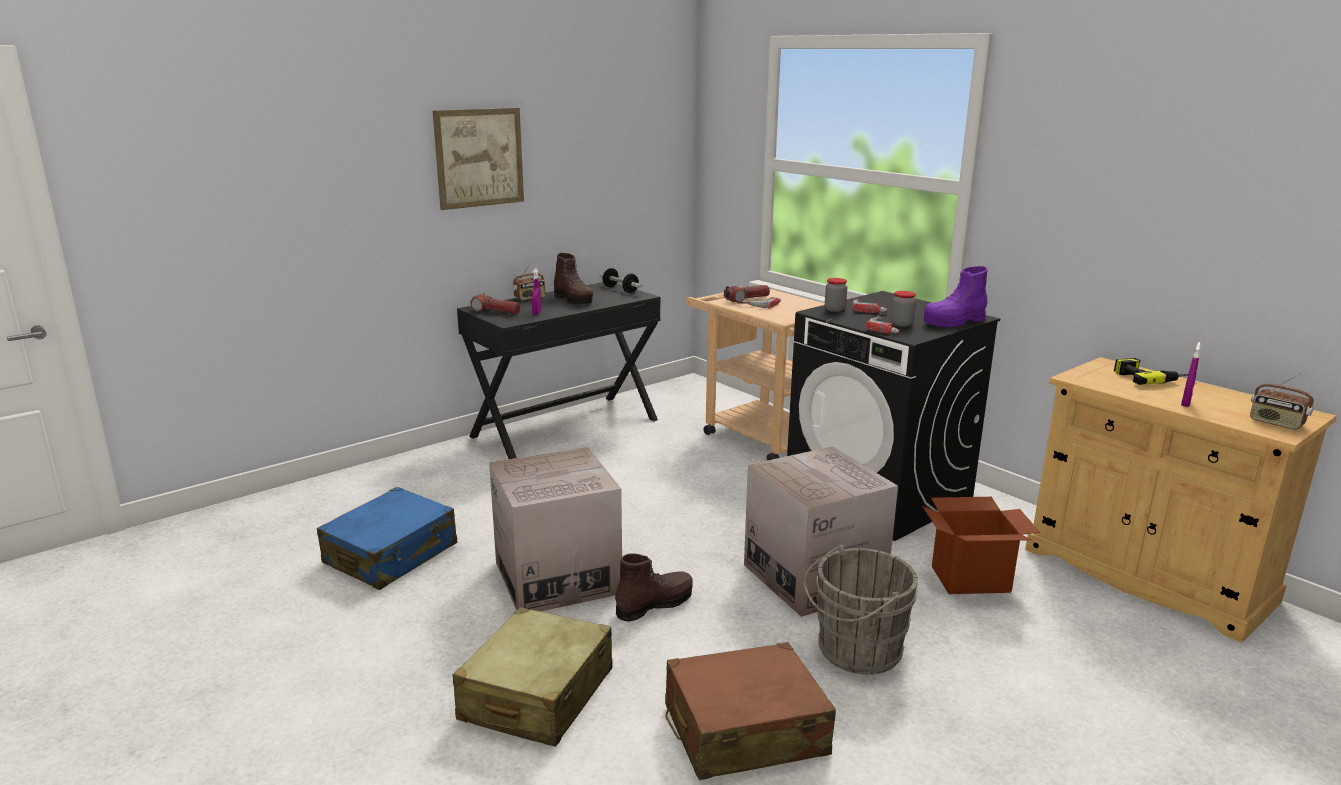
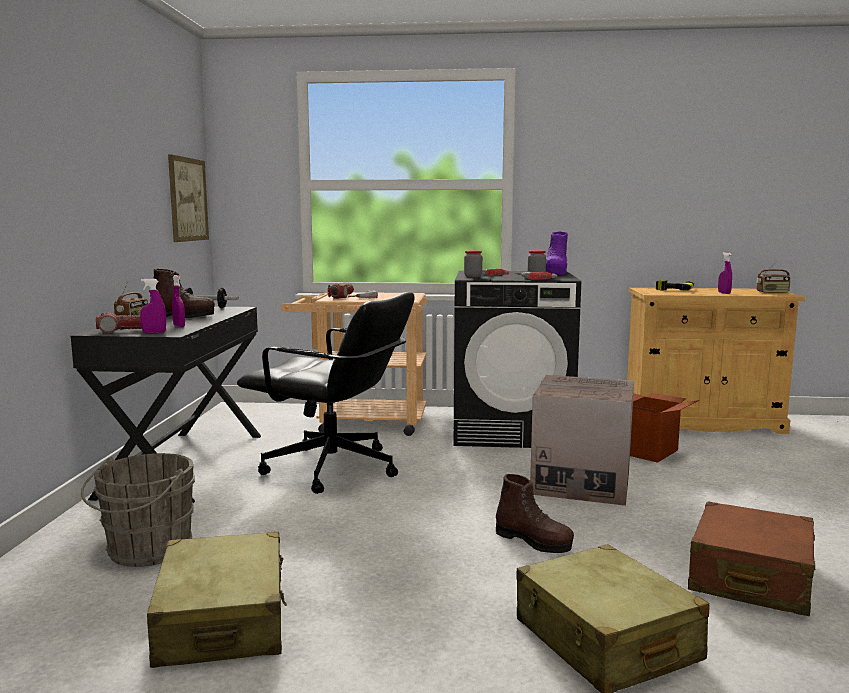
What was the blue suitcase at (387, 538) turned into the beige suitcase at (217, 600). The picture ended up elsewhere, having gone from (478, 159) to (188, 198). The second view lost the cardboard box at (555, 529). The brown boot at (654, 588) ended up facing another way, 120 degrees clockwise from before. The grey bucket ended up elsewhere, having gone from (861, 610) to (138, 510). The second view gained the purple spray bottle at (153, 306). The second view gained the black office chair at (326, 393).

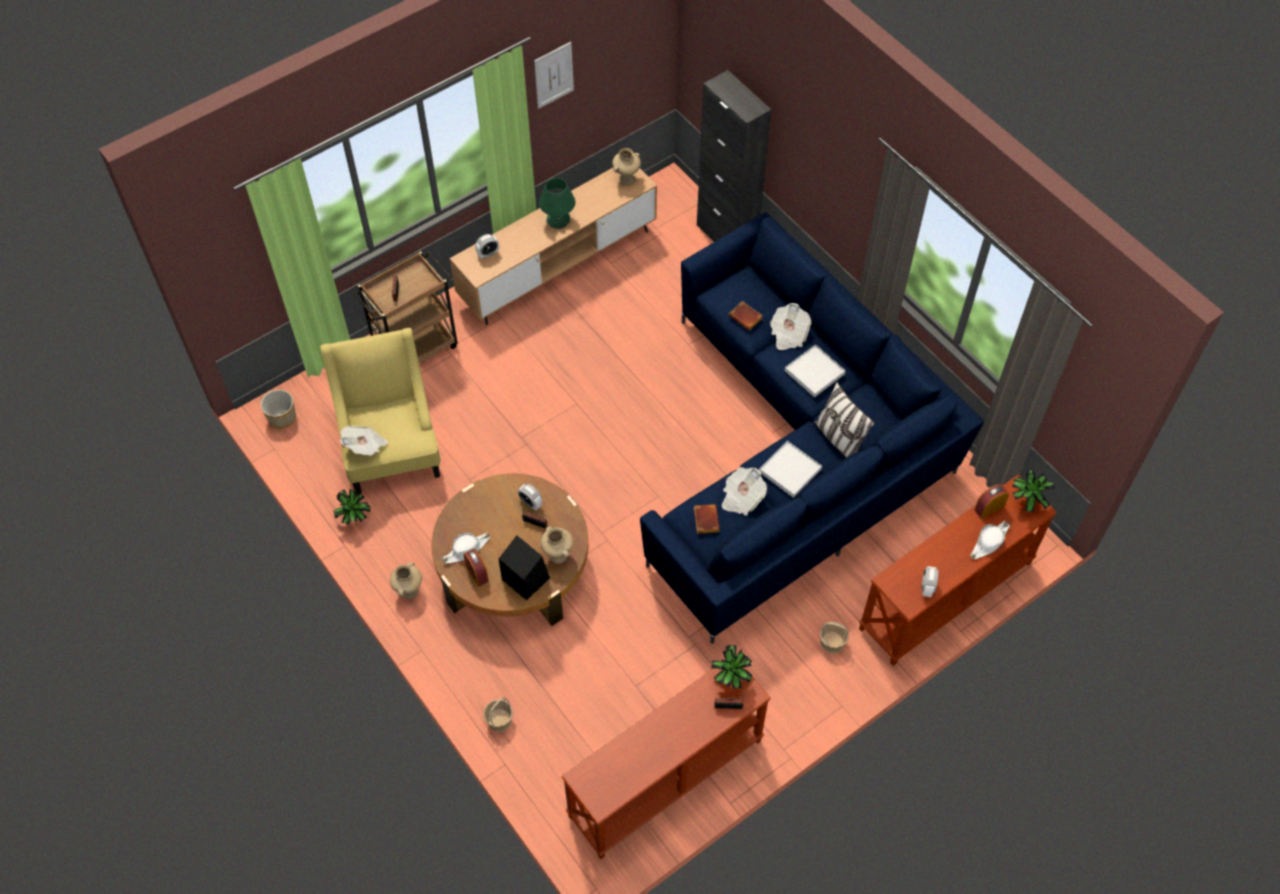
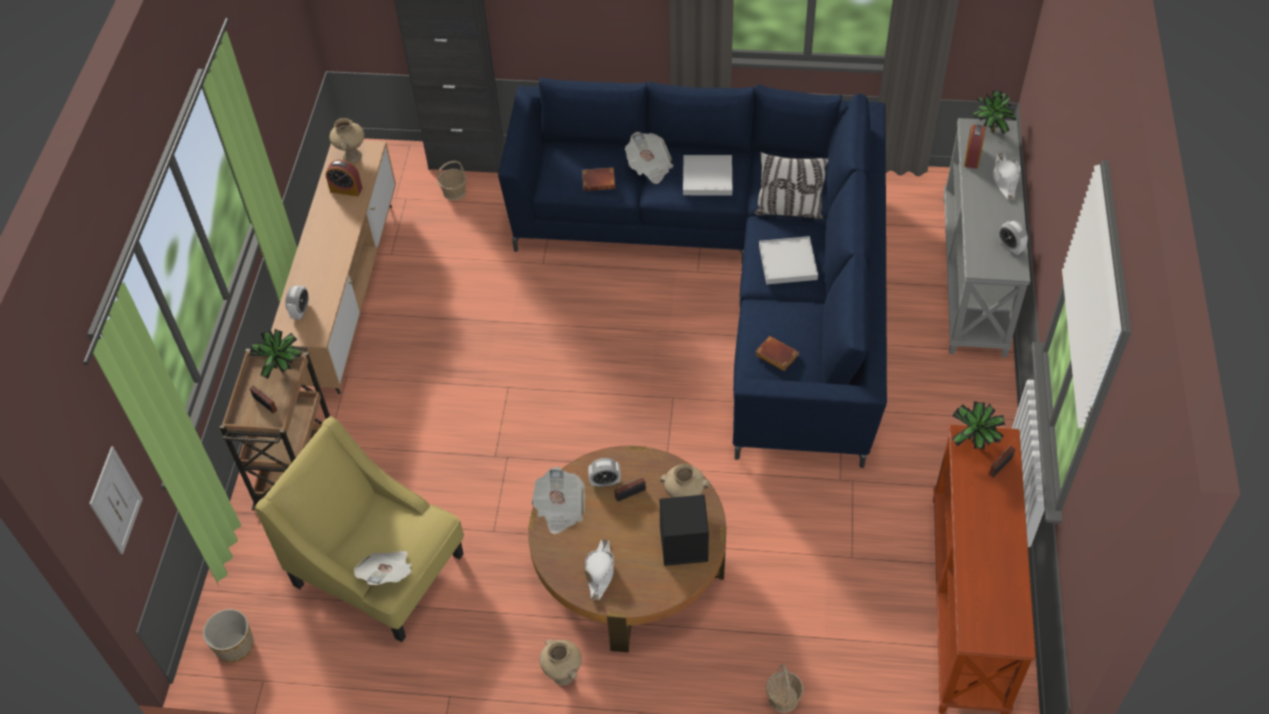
The potted plant ended up elsewhere, having gone from (351, 507) to (276, 354). The alarm clock ended up elsewhere, having gone from (476, 568) to (344, 178). The picture ended up elsewhere, having gone from (554, 75) to (116, 500). The second view lost the green table lamp at (557, 203). The newspaper ended up elsewhere, having gone from (744, 491) to (558, 500). The basket ended up elsewhere, having gone from (834, 638) to (452, 181). What was the brown console table at (958, 570) turned into the grey console table at (987, 237).

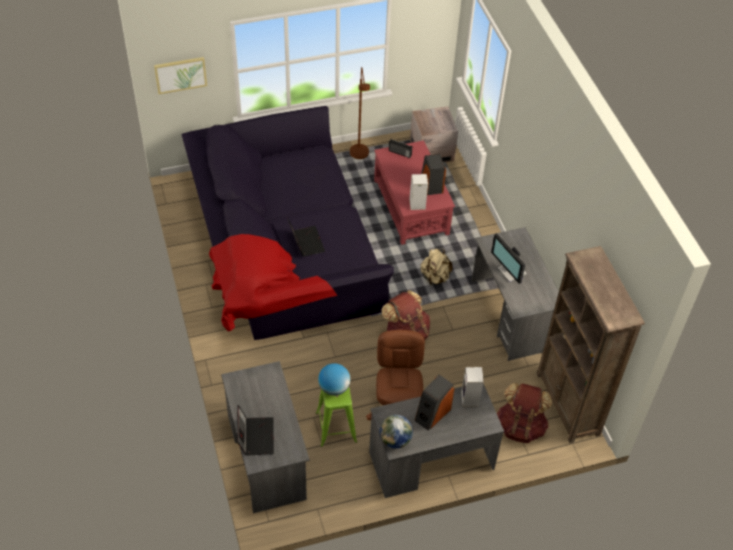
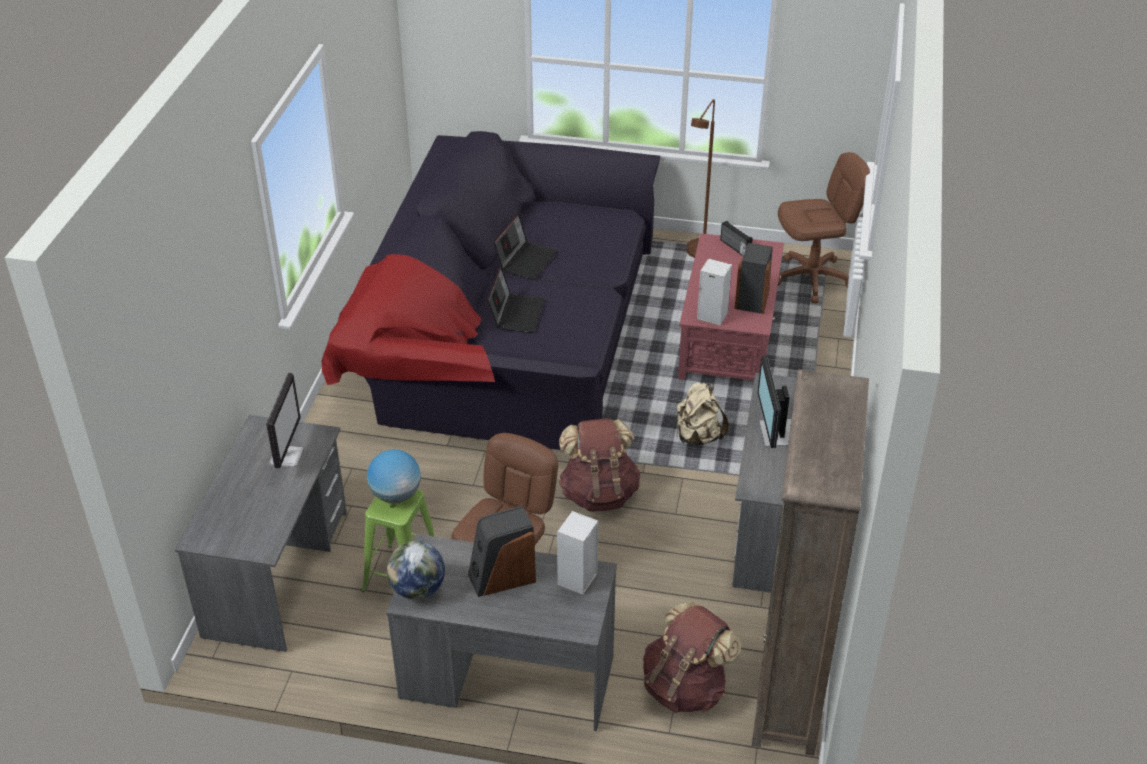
The second view lost the picture at (180, 75). The laptop ended up elsewhere, having gone from (255, 430) to (525, 246). Where the cardboard box stood at (434, 134), the brown office chair came to stand at (824, 227). The second view gained the monitor at (285, 420).

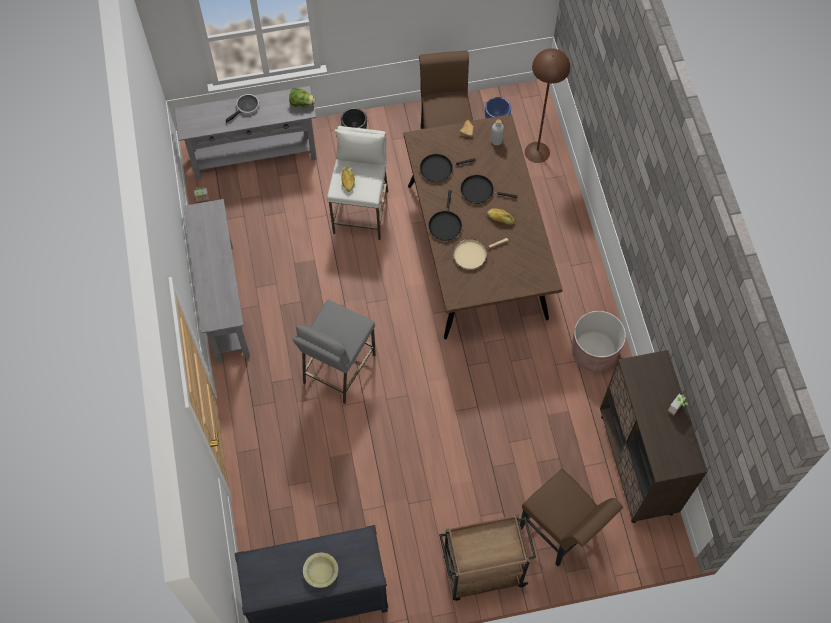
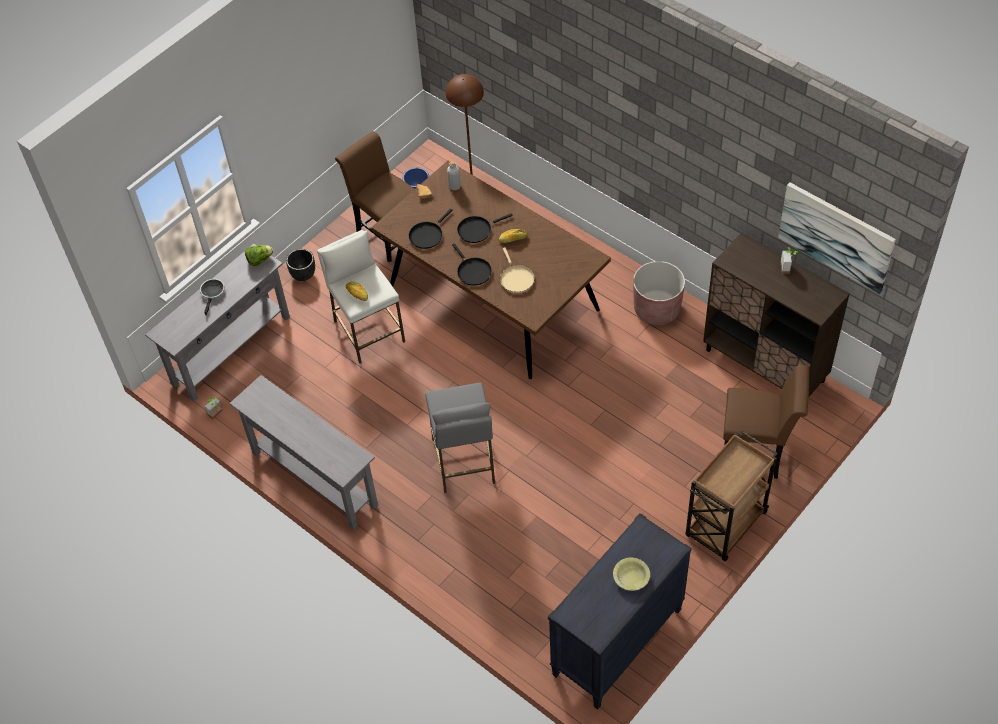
The beige frying pan at (480, 254) ended up facing another way, 45 degrees counterclockwise from before. The second view gained the picture at (837, 238).

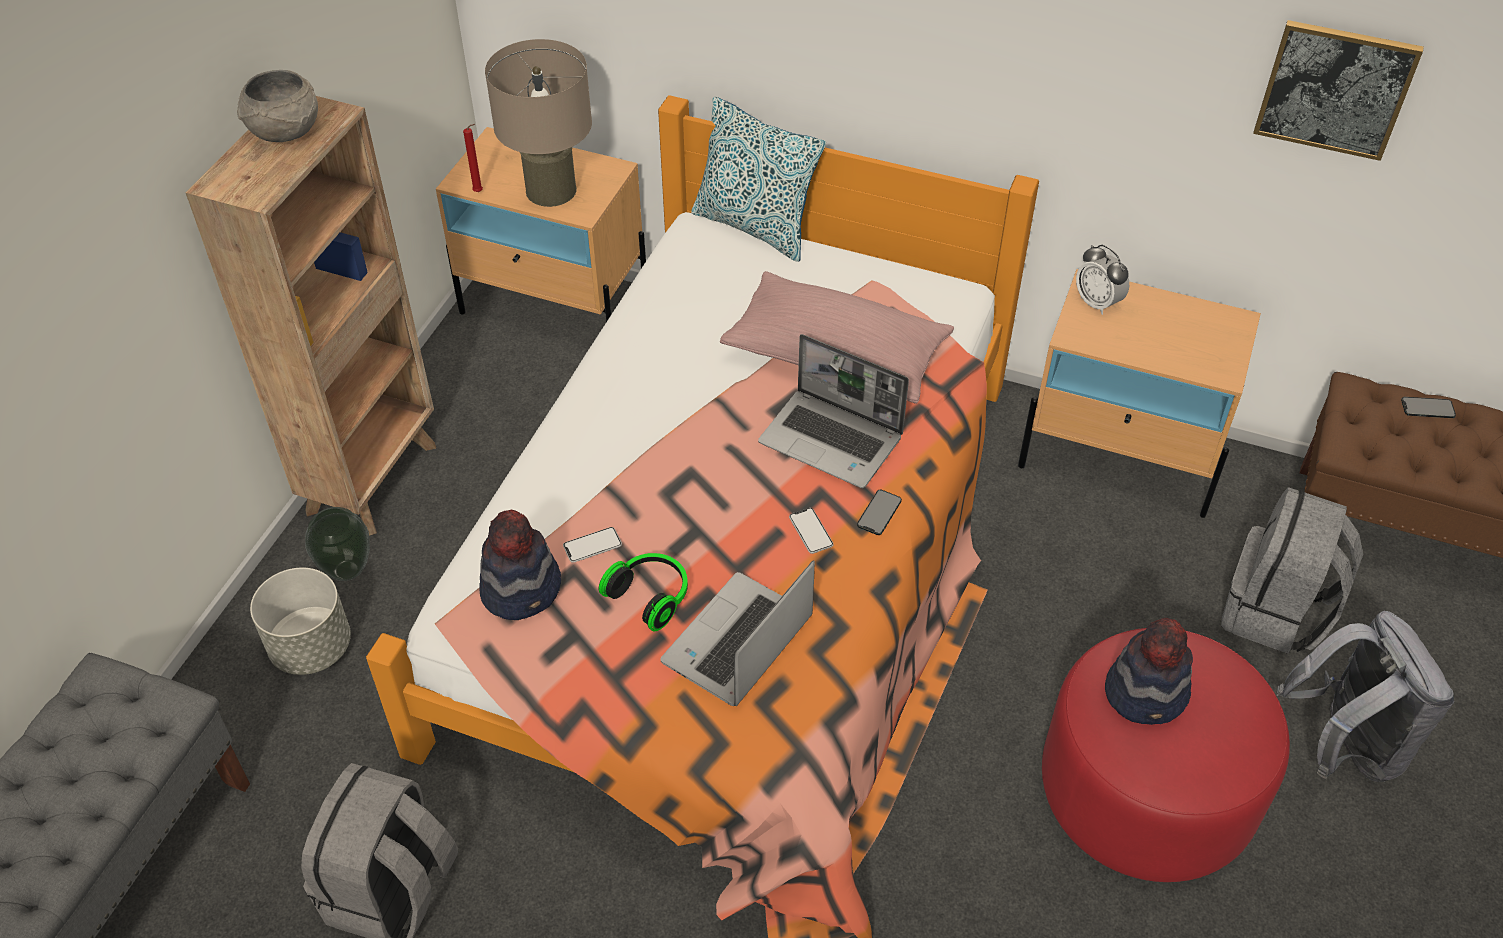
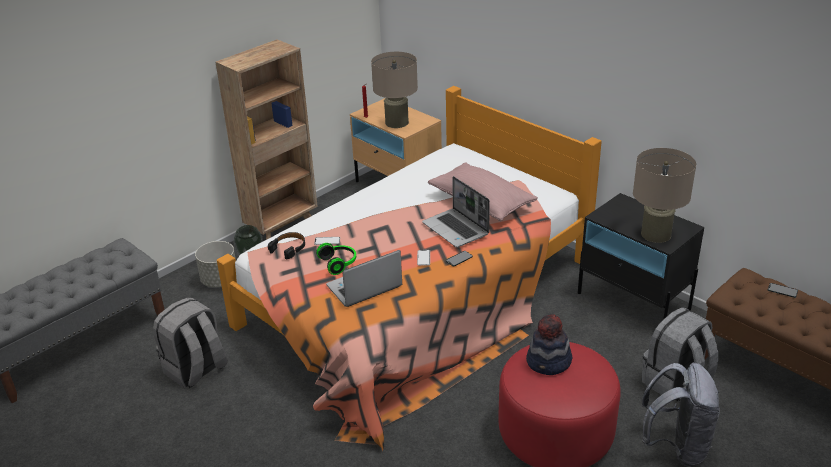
The second view lost the grey bowl at (277, 106). Where the hat stood at (520, 565), the black headphones came to stand at (286, 245). The second view lost the pillow at (758, 179). What was the beige nightstand at (1139, 393) turned into the black nightstand at (641, 256). The second view lost the alarm clock at (1102, 280). The second view lost the picture at (1338, 90). The second view gained the beige table lamp at (664, 195).

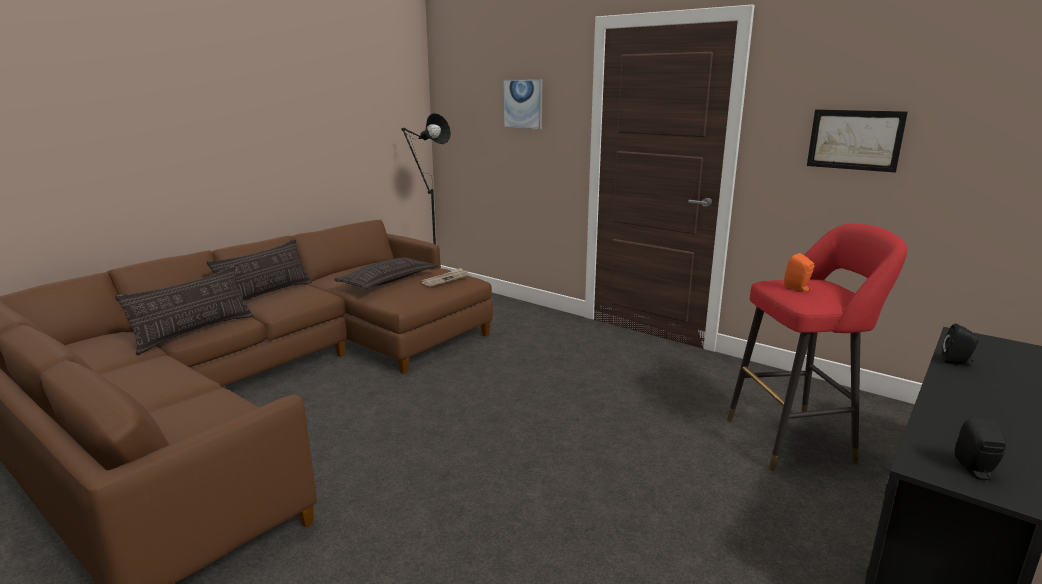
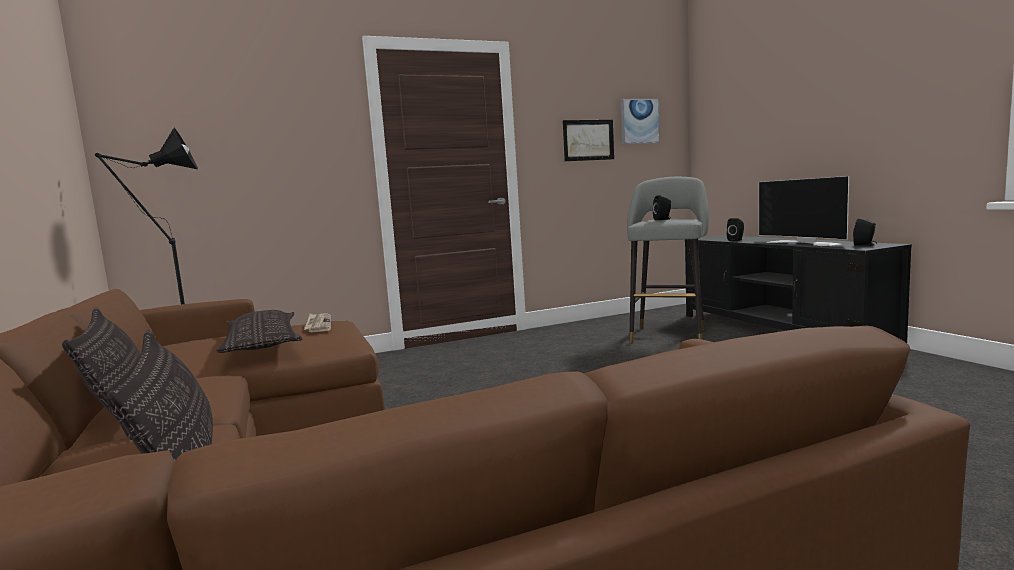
The picture ended up elsewhere, having gone from (522, 104) to (640, 121). What was the red stool at (817, 347) turned into the grey stool at (668, 260). What was the orange speaker at (799, 272) turned into the black speaker at (662, 207). The second view gained the television at (804, 211).

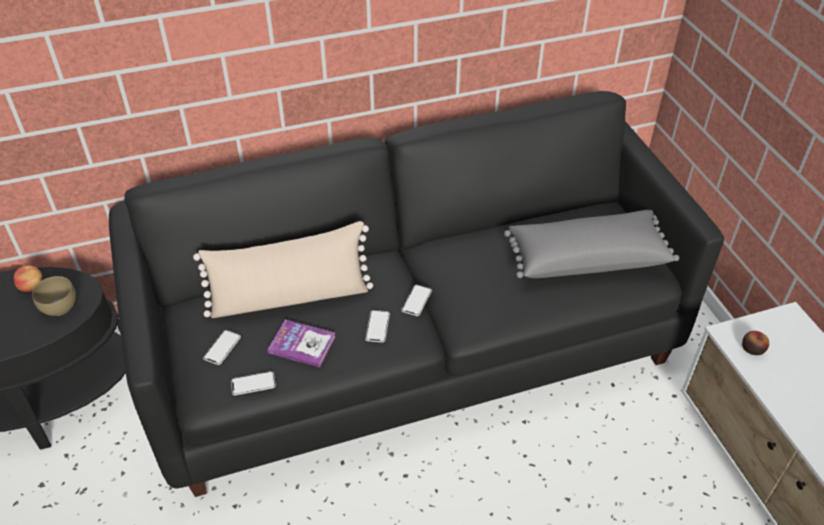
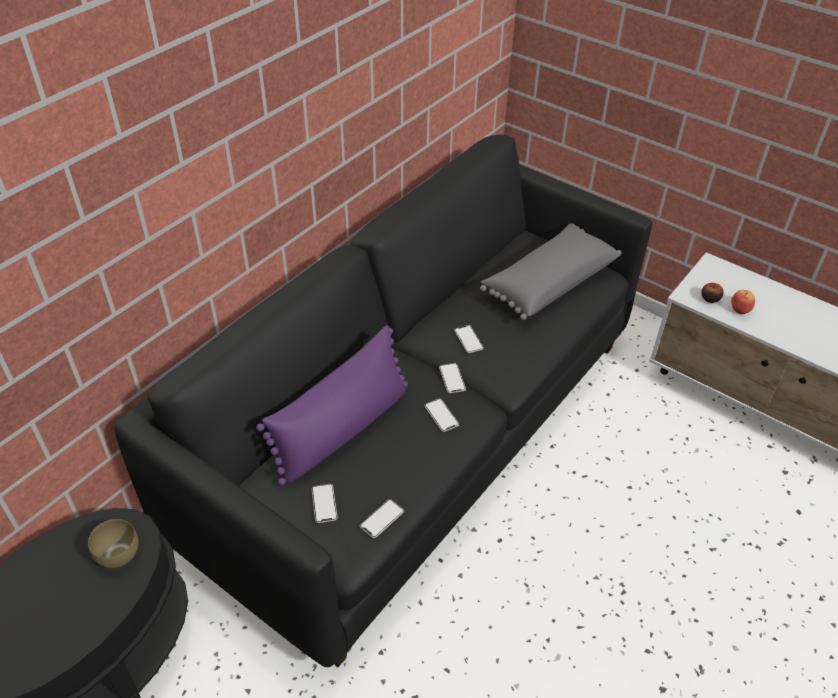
The apple ended up elsewhere, having gone from (28, 278) to (743, 302). What was the beige pillow at (283, 269) turned into the purple pillow at (332, 405). The second view lost the book at (301, 343). The second view gained the phone at (469, 339).

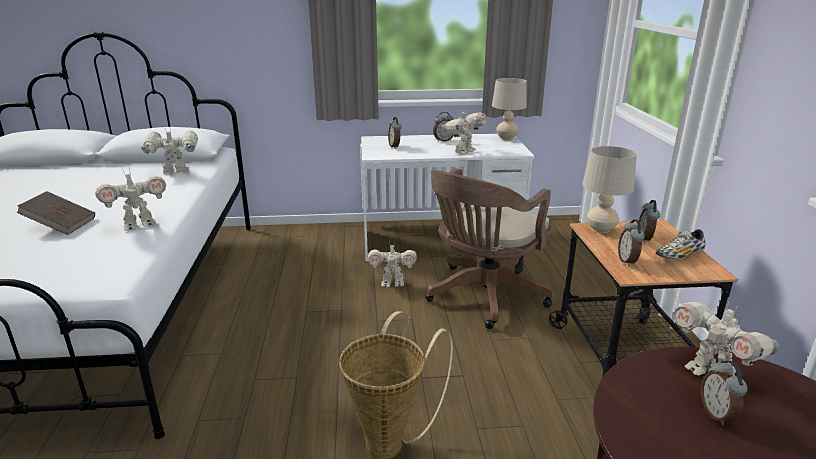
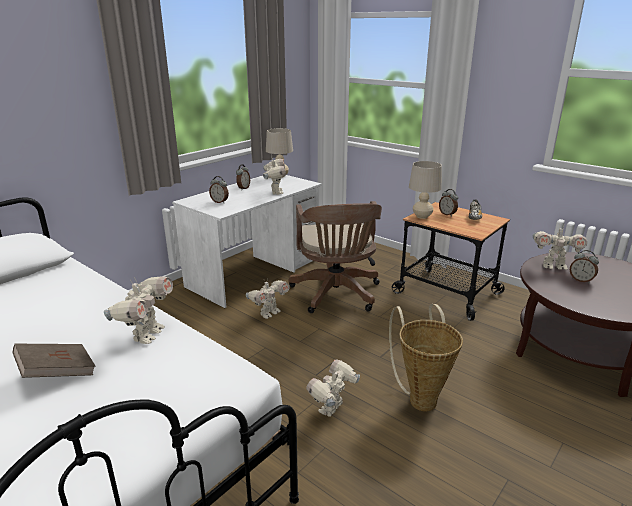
The toy robot ended up elsewhere, having gone from (170, 151) to (333, 388). The second view lost the alarm clock at (631, 243).

